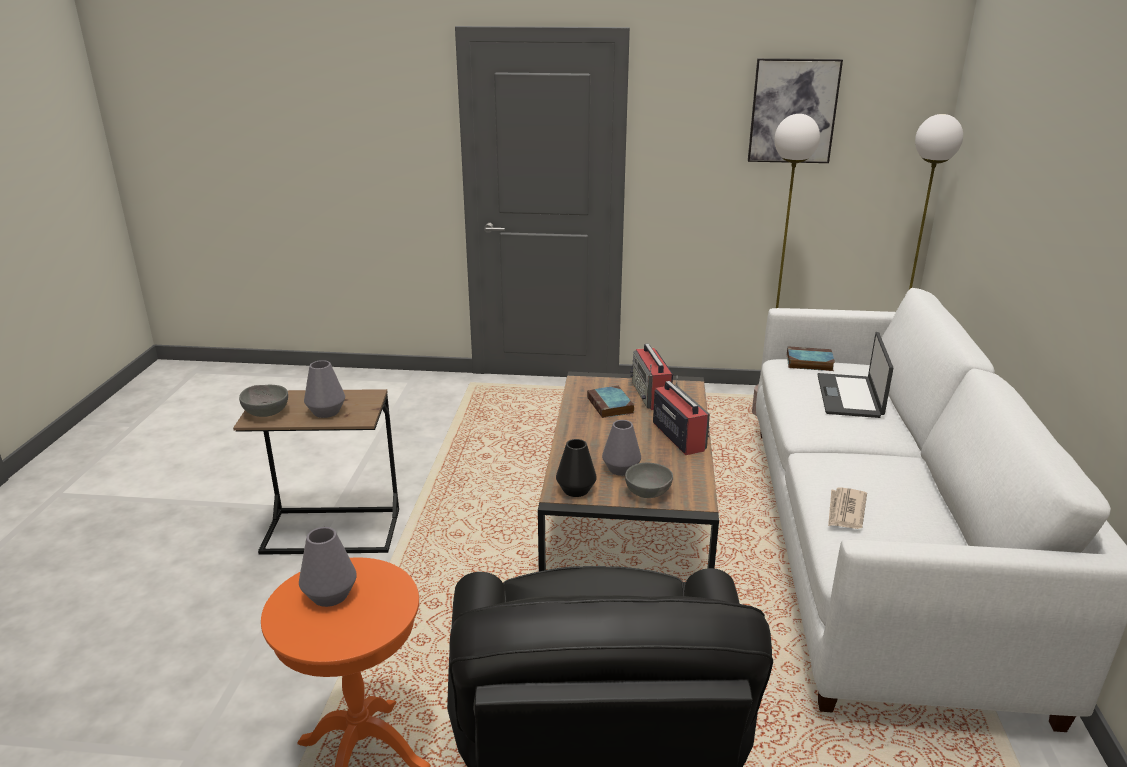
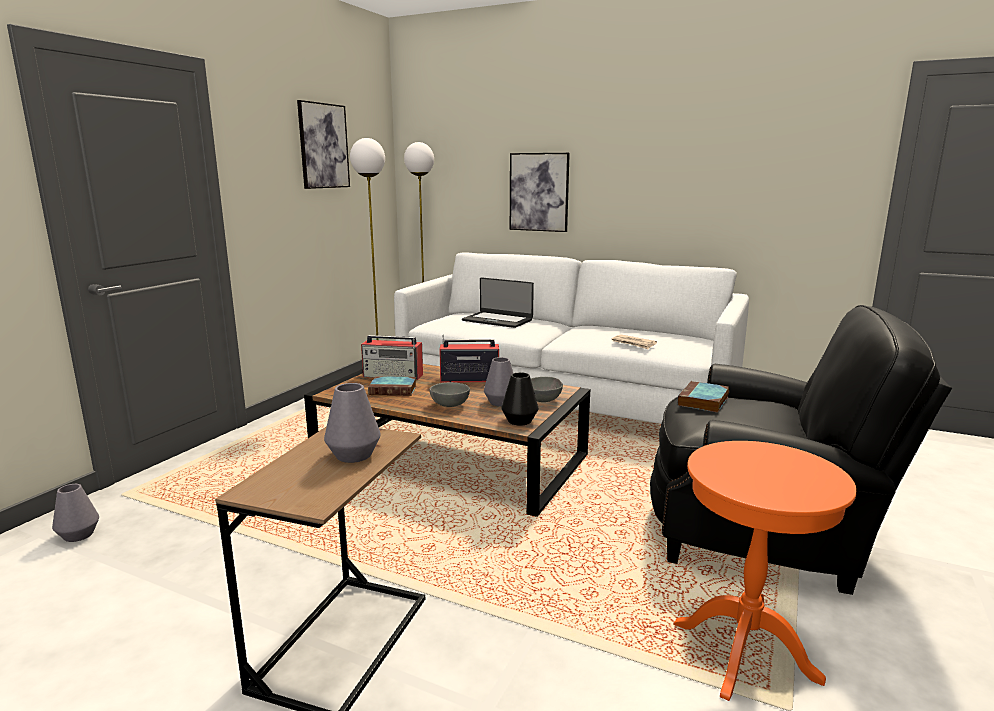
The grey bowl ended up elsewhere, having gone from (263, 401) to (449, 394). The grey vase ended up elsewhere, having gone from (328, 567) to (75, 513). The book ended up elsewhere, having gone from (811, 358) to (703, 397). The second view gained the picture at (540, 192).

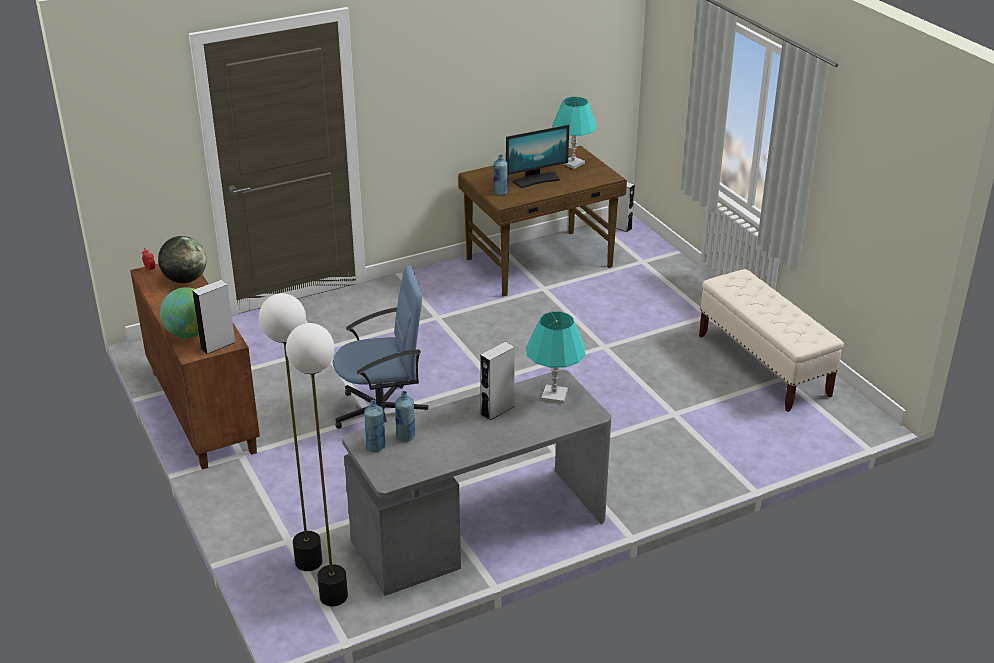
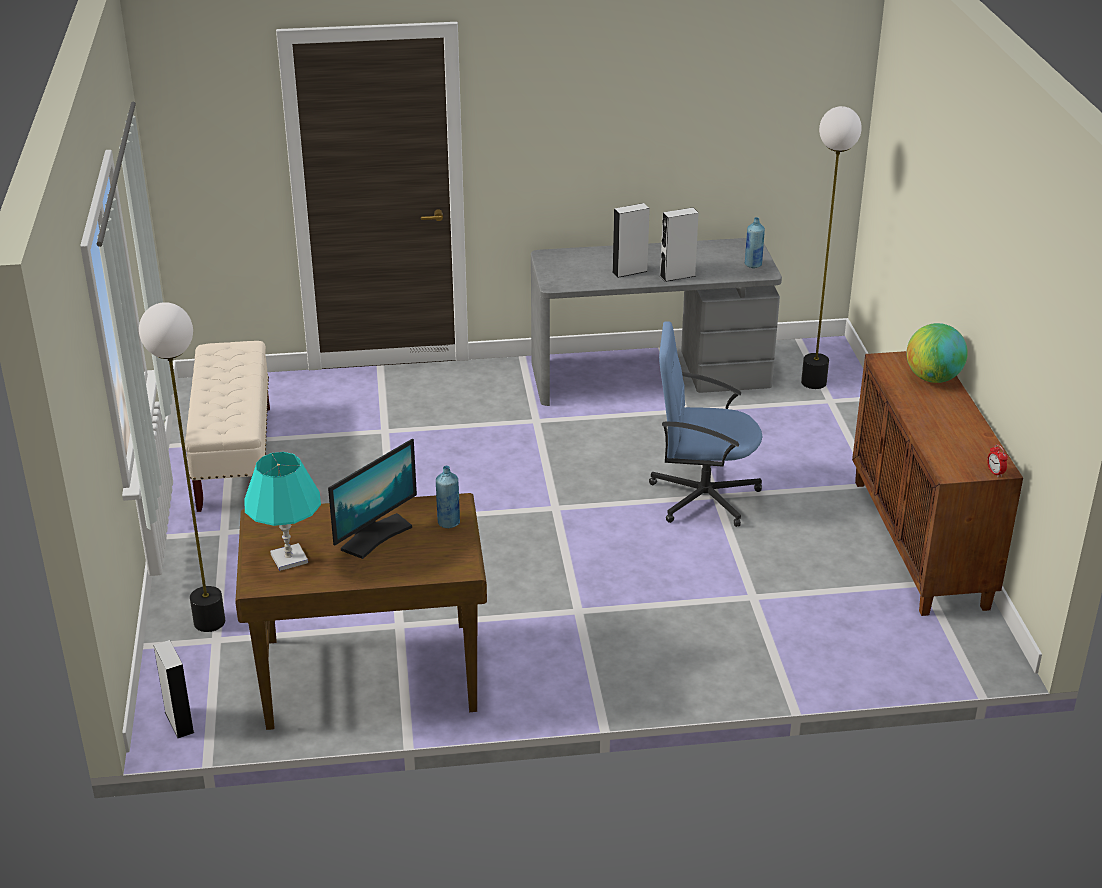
The second view lost the globe at (182, 259). The grey speaker ended up elsewhere, having gone from (214, 317) to (679, 245). The floor lamp ended up elsewhere, having gone from (317, 464) to (182, 467). The second view lost the blue bottle at (405, 416). The monitor at (537, 156) ended up facing another way, 135 degrees clockwise from before. The second view lost the turquoise table lamp at (556, 358).

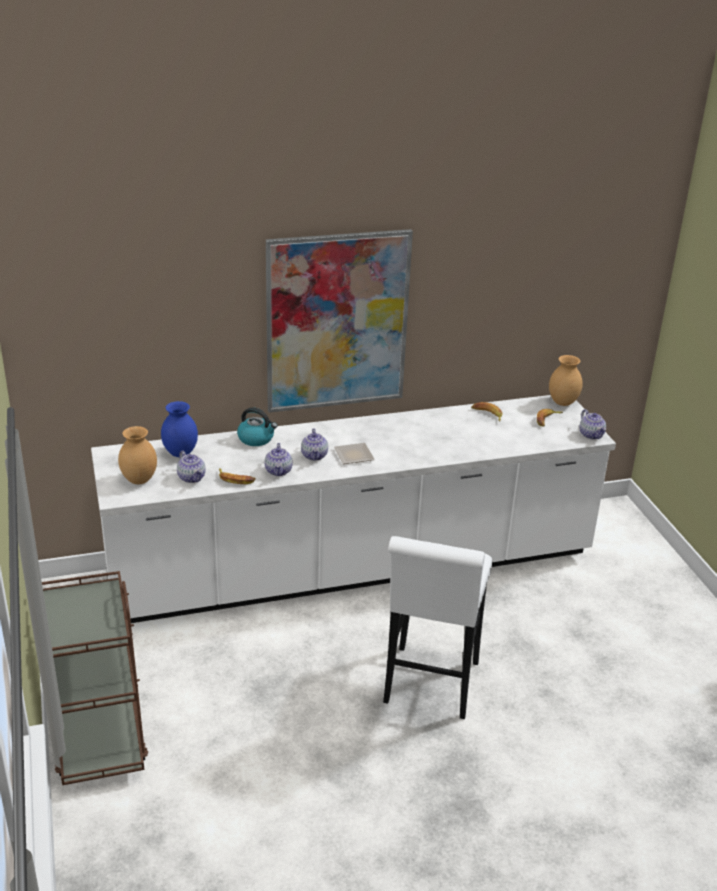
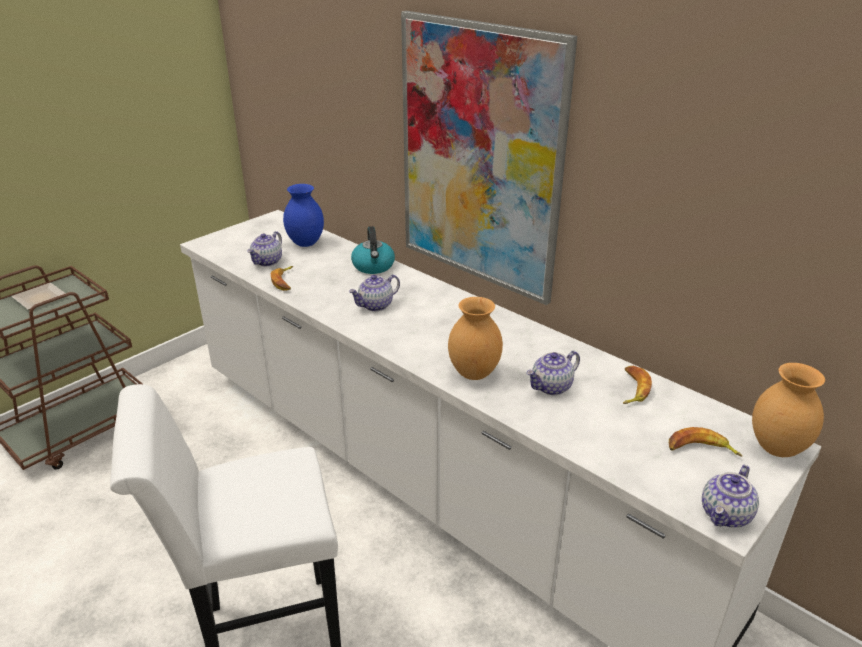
The brown vase ended up elsewhere, having gone from (137, 455) to (475, 338). The teapot ended up elsewhere, having gone from (279, 459) to (553, 373). The plate ended up elsewhere, having gone from (354, 453) to (39, 296).

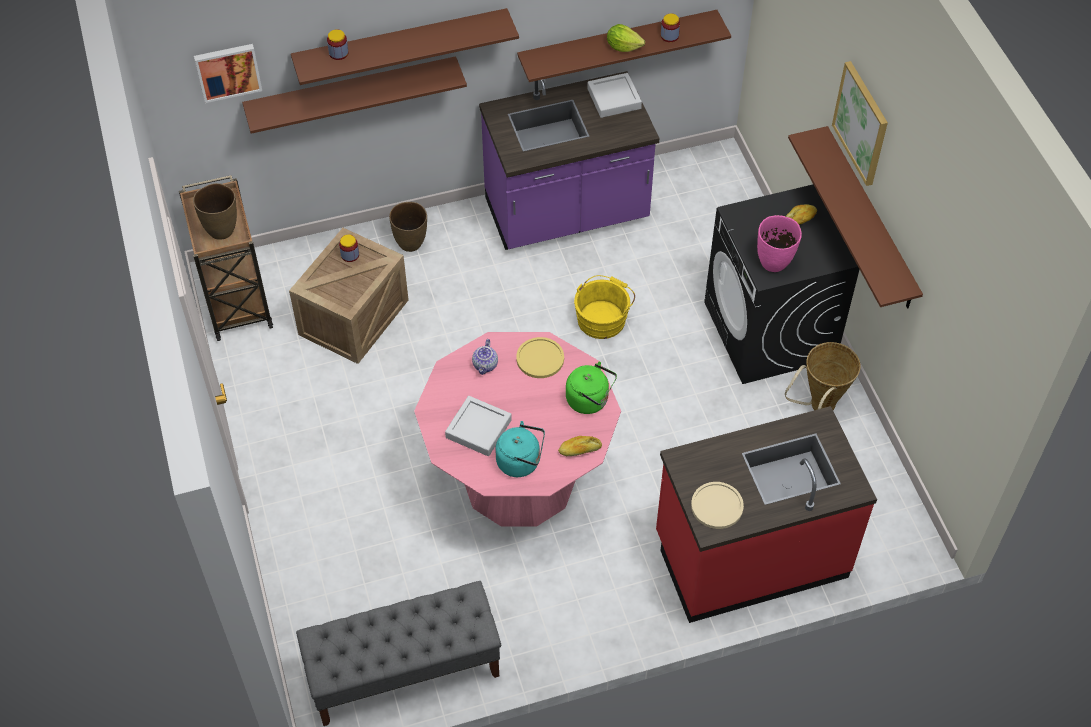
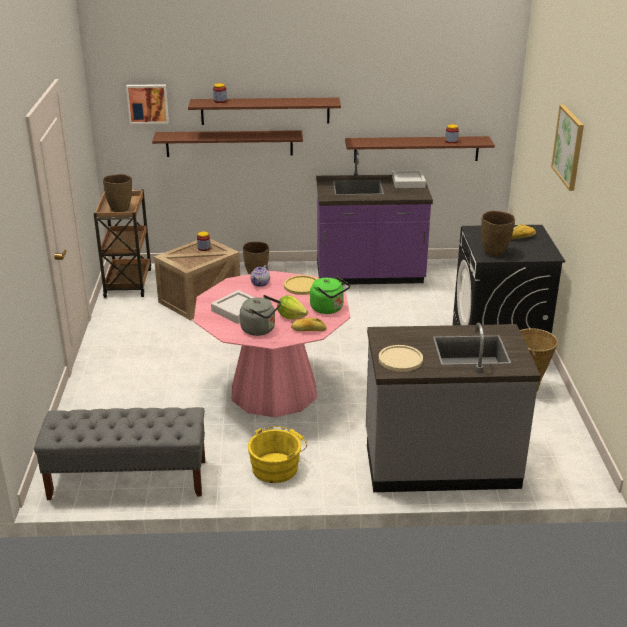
What was the turquoise kettle at (520, 449) turned into the grey kettle at (260, 315). The yellow bucket ended up elsewhere, having gone from (604, 307) to (277, 454). The lettuce ended up elsewhere, having gone from (626, 38) to (292, 307). What was the red counter at (766, 514) turned into the grey counter at (453, 407). What was the pink vase at (779, 243) turned into the brown vase at (498, 233). The second view lost the brown shelf at (855, 217).

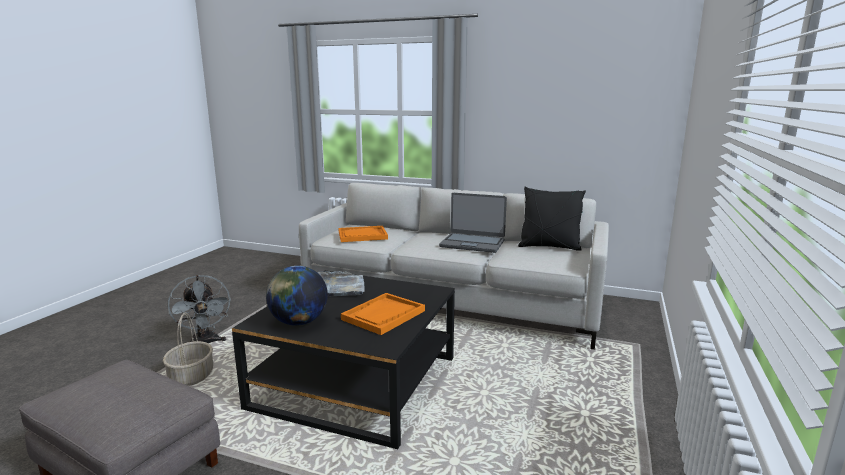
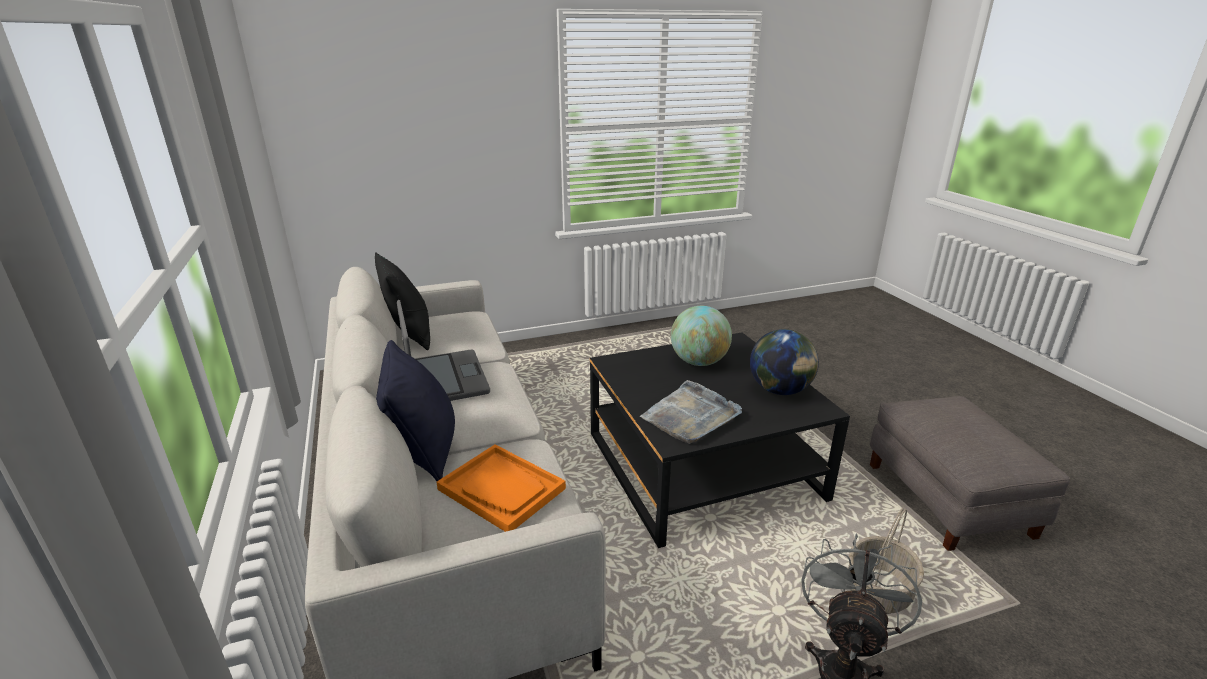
Where the orange tray stood at (383, 314), the globe came to stand at (701, 336). The second view gained the black pillow at (415, 410).

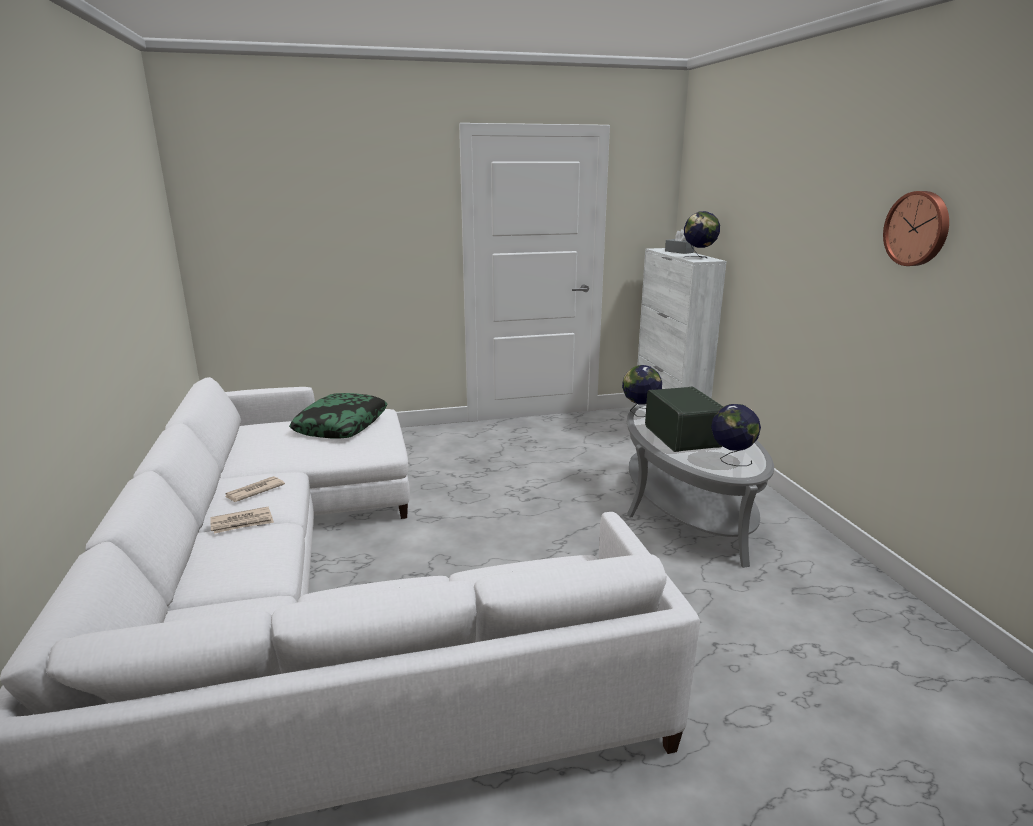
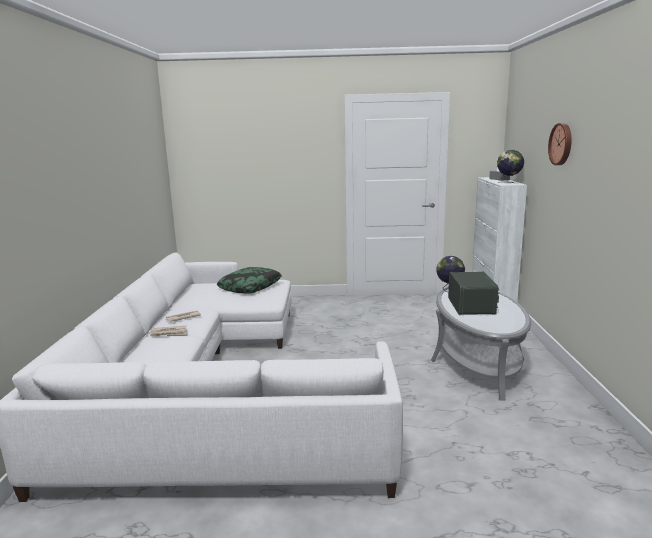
The second view lost the globe at (736, 435). The wall clock ended up elsewhere, having gone from (916, 228) to (559, 144).

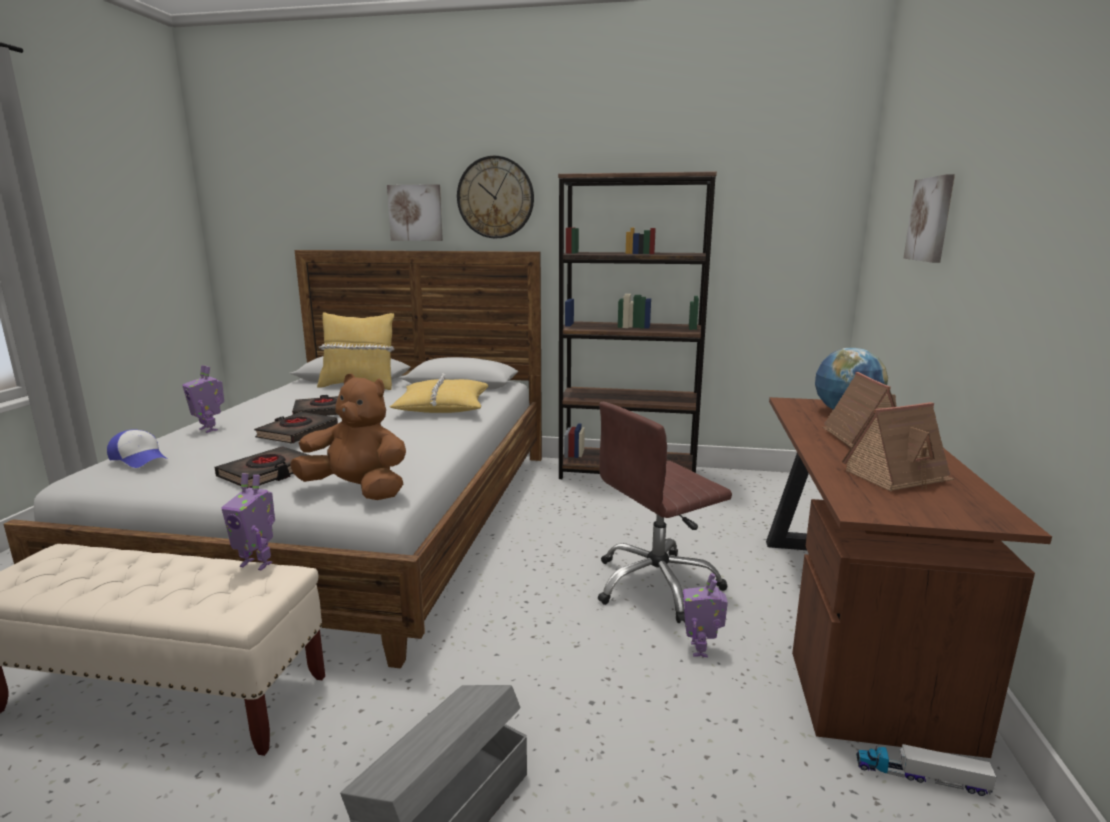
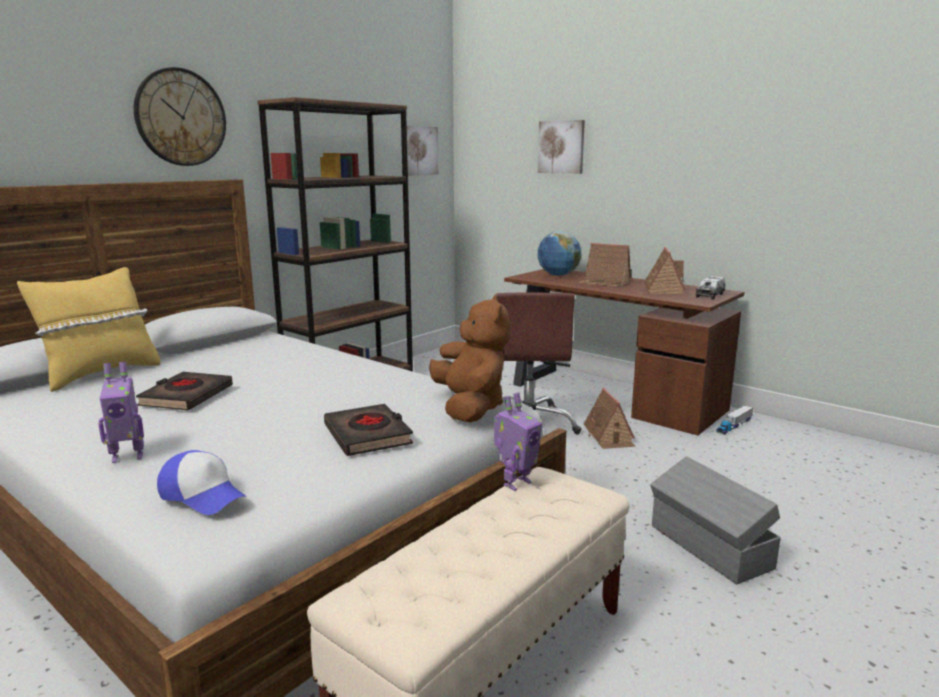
The cap at (137, 448) ended up facing another way, 60 degrees clockwise from before. The second view lost the black book at (296, 428). The brown plush toy at (348, 436) ended up facing another way, 120 degrees clockwise from before. The picture ended up elsewhere, having gone from (415, 212) to (422, 151). The second view lost the yellow pillow at (439, 393). Where the toy robot stood at (705, 615), the toy house came to stand at (609, 418). The second view gained the toy truck at (710, 287).

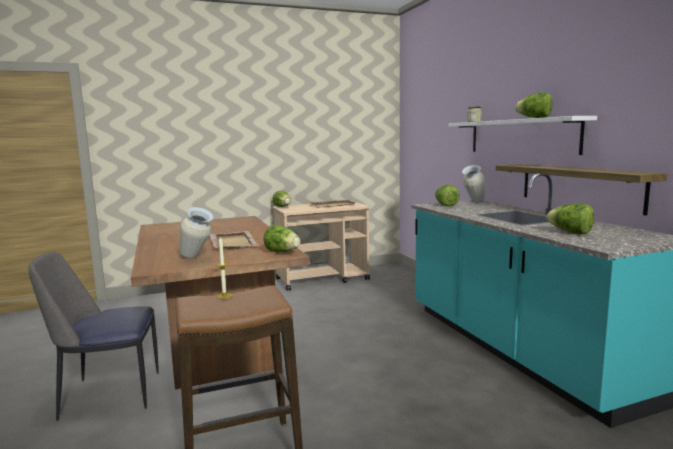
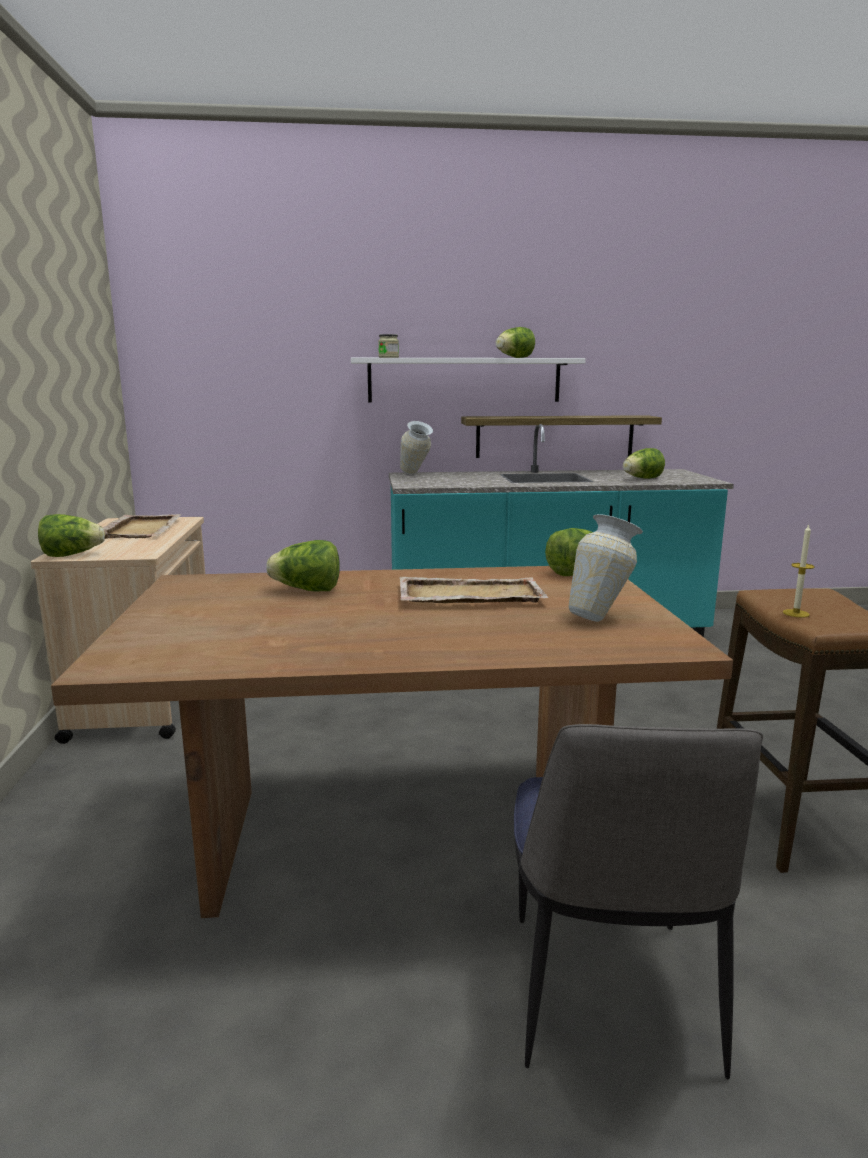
The lettuce ended up elsewhere, having gone from (447, 195) to (303, 566).

